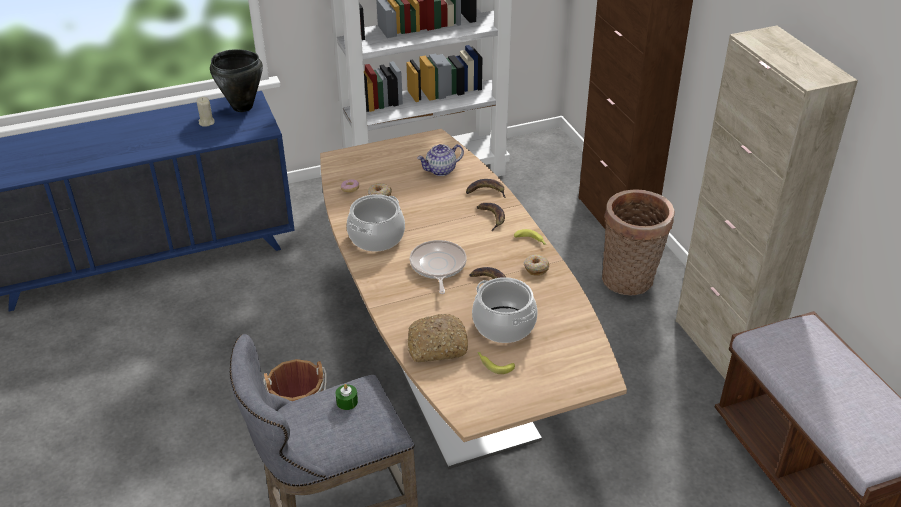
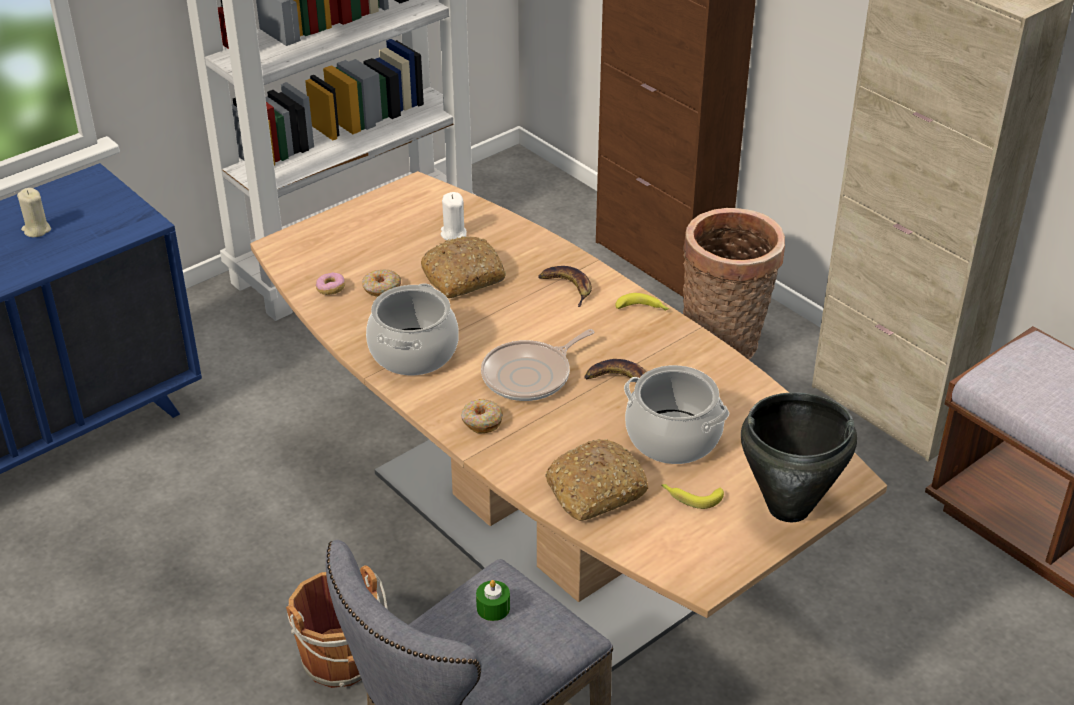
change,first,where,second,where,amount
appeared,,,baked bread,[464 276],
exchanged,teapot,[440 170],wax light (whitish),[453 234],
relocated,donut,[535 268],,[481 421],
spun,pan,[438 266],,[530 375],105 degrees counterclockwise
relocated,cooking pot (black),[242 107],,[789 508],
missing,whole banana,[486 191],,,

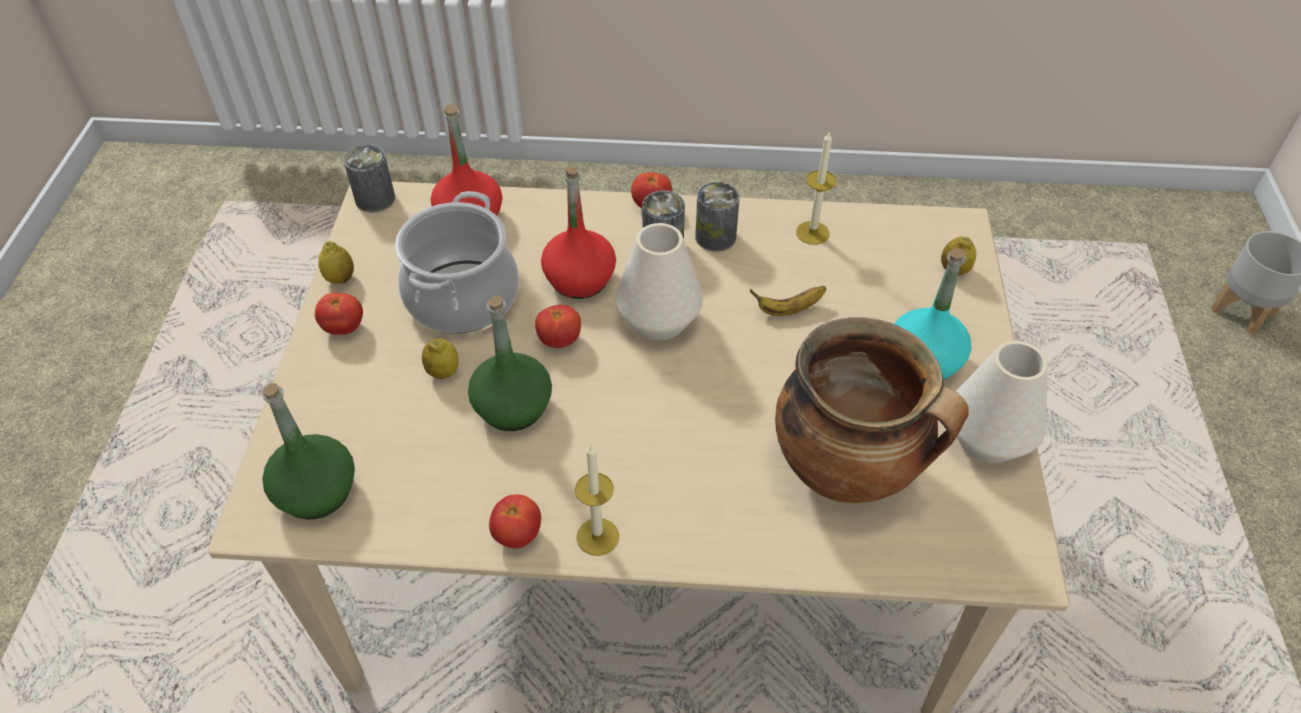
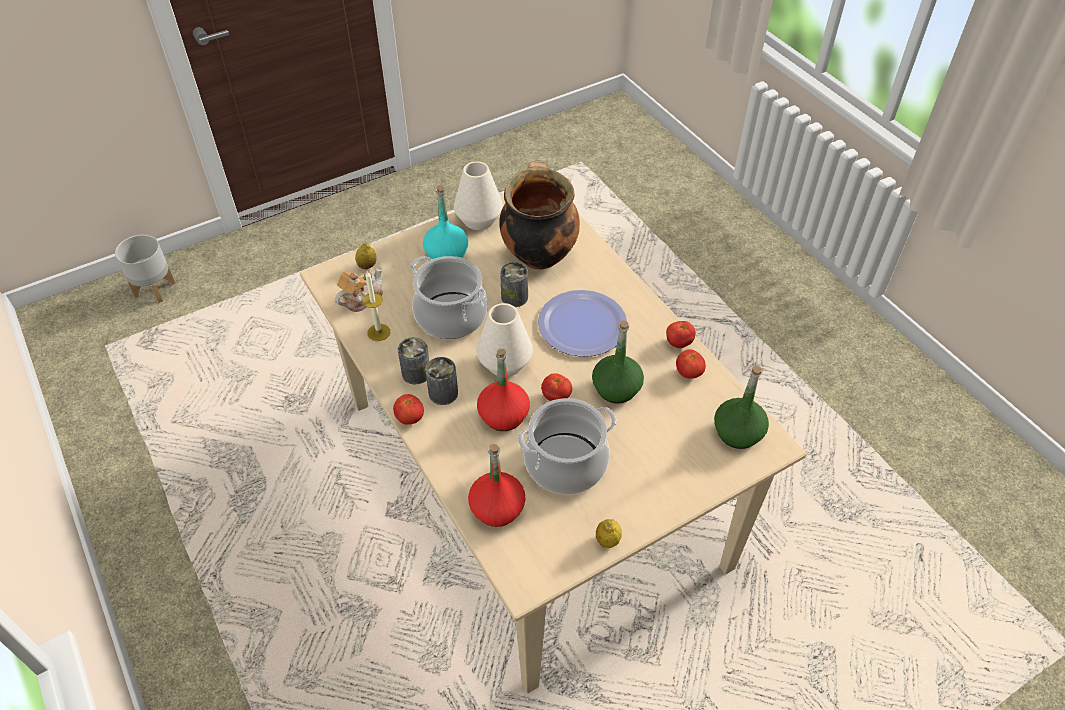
change,first,where,second,where,amount
appeared,,,teapot,[361 299],
exchanged,whole banana,[788 309],cooking pot,[451 316],
relocated,sealed can,[375 199],,[514 297],
appeared,,,flat dish,[582 324],
relocated,tomato,[344 328],,[688 373],
missing,whole lemon,[443 372],,,
missing,wax light,[597 536],,,

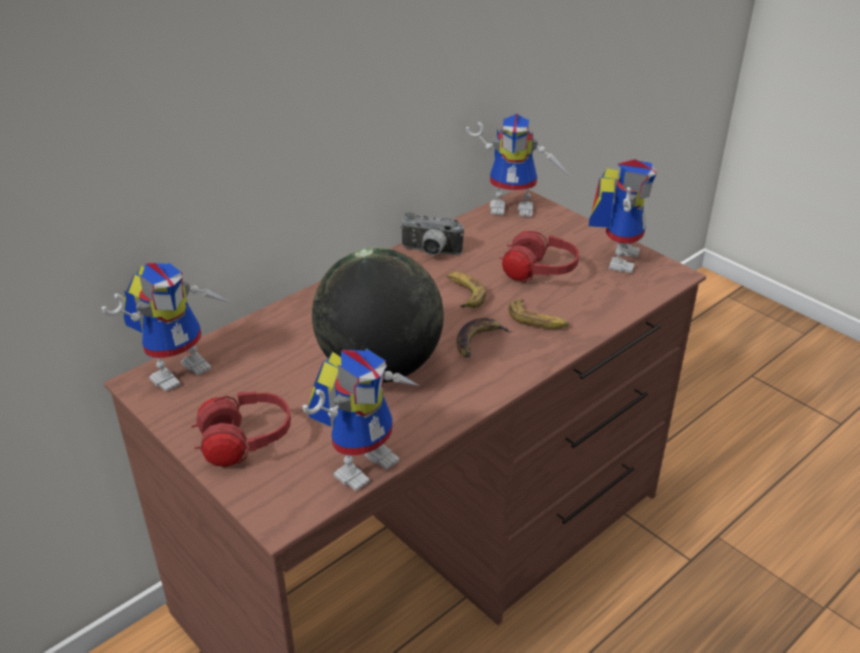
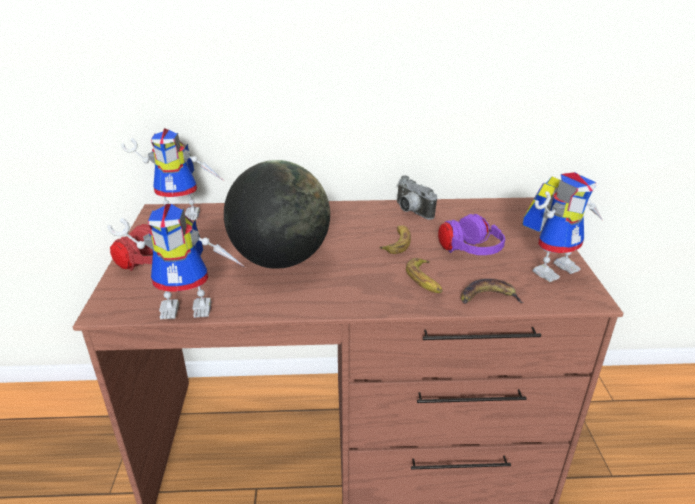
change,first,where,second,where,amount
colour,pair of headphones (red),[538 274],pair of headphones (purple-coloured),[469 253],
relocated,whole banana,[479 341],,[487 297],
missing,robot figure,[515 207],,,

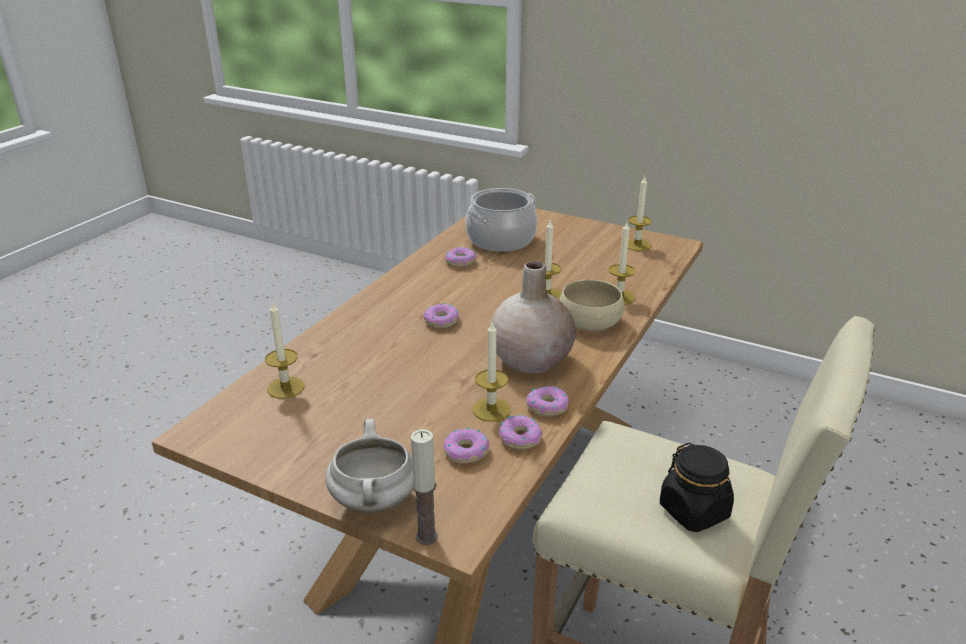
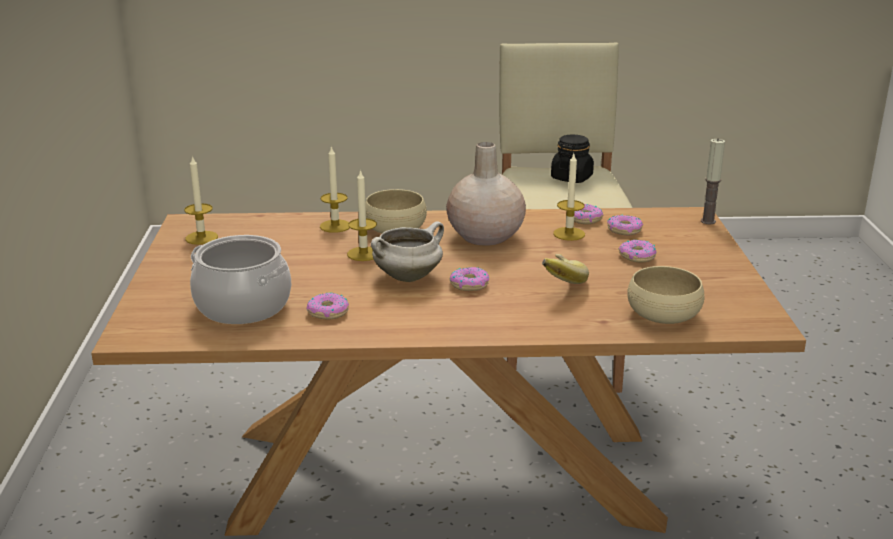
change,first,where,second,where,amount
relocated,cooking pot (whitish),[375 501],,[408 276],
appeared,,,whole banana,[558 283],
relocated,donut,[547 406],,[637 256],
exchanged,wax light,[285 387],bowl (beige),[663 314],

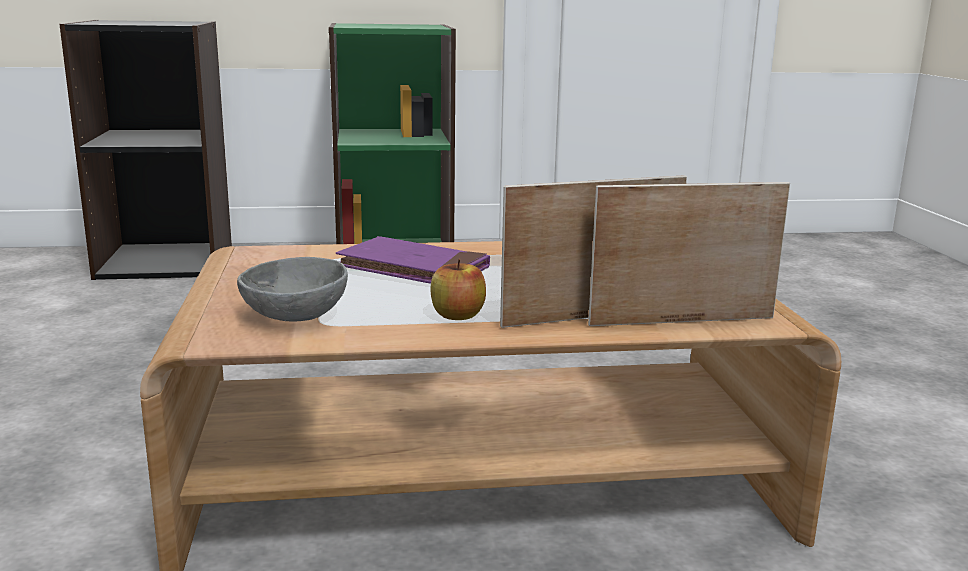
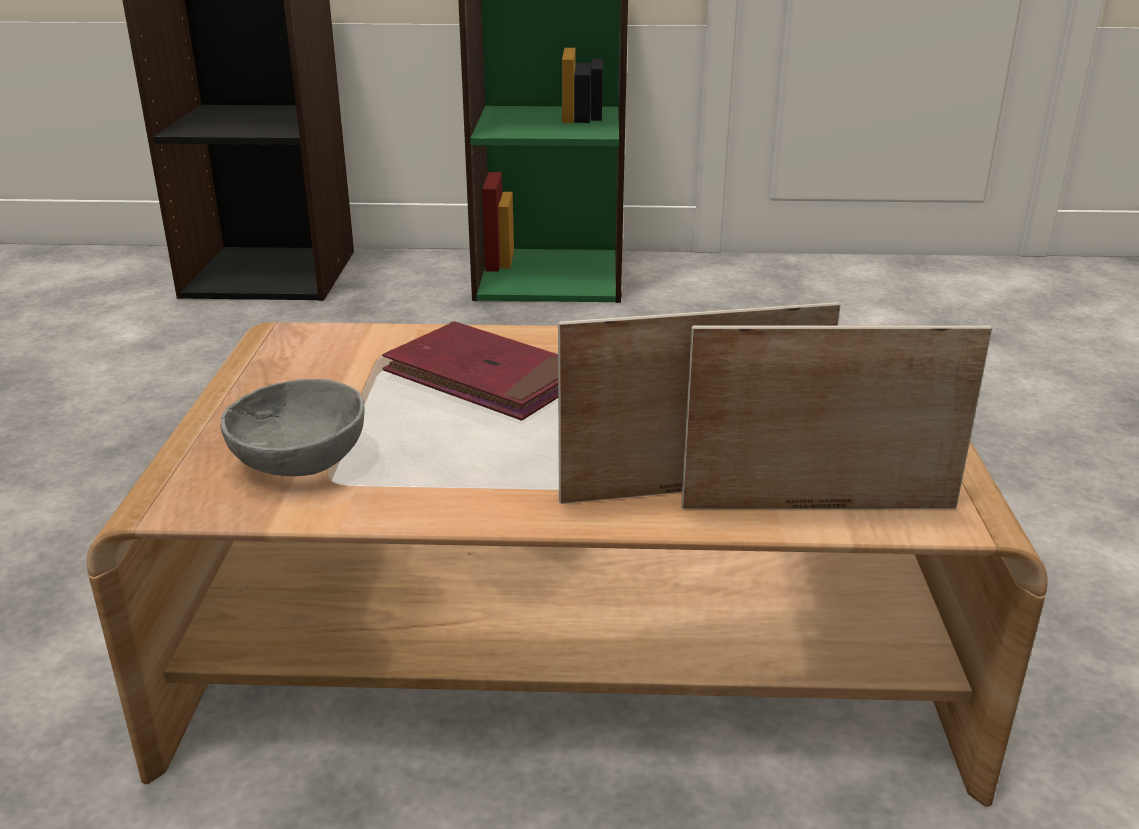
change,first,where,second,where,amount
colour,book (purple-coloured),[413 269],book (red),[486 378],
missing,apple fruit,[458 315],,,

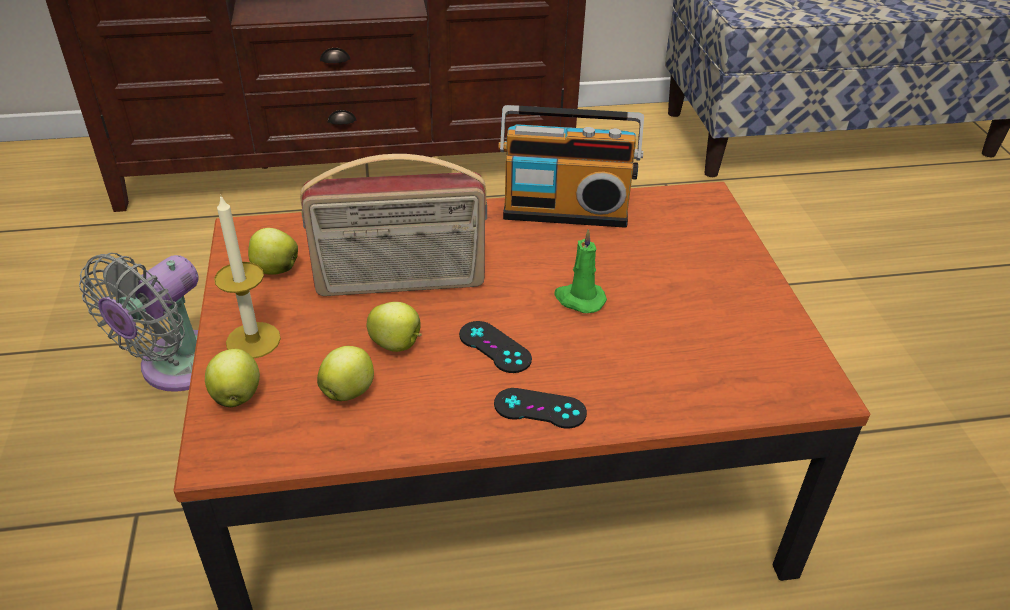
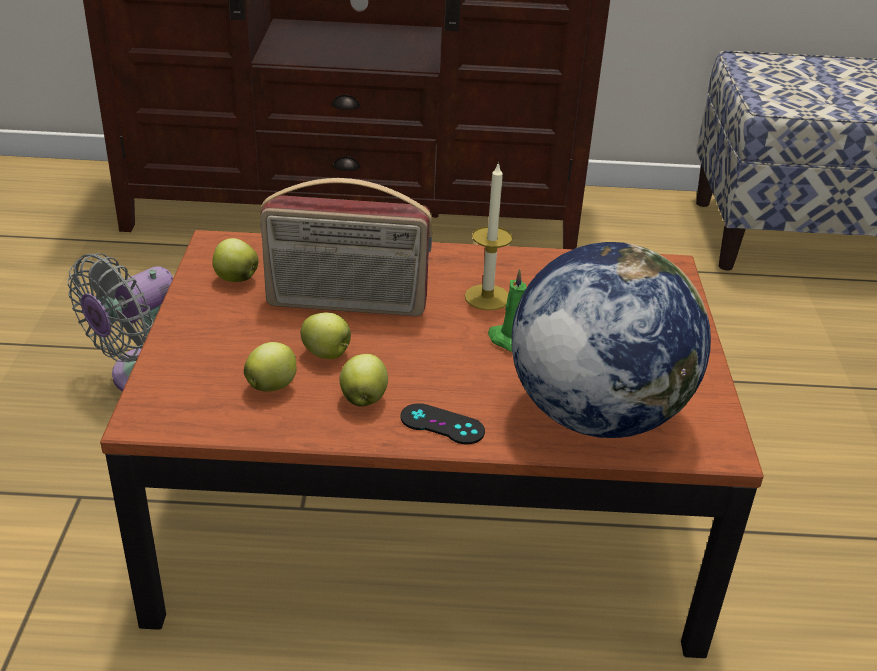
change,first,where,second,where,amount
relocated,apple fruit,[237 396],,[363 399],
relocated,wax light,[253 340],,[487 297],
appeared,,,globe,[596 414],
missing,joypad (black),[495 347],,,
missing,radio receiver,[565 210],,,

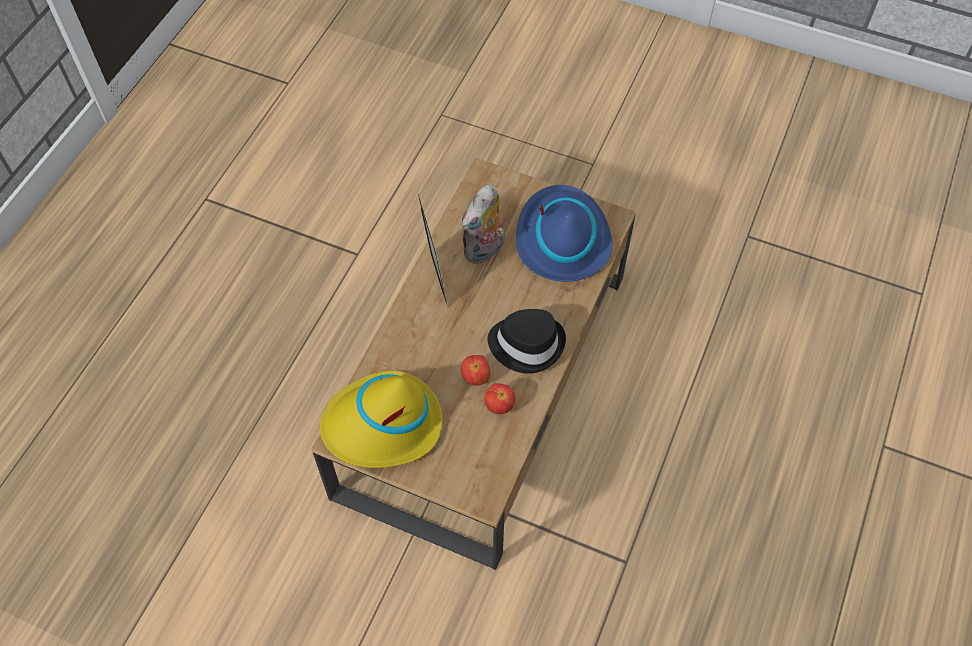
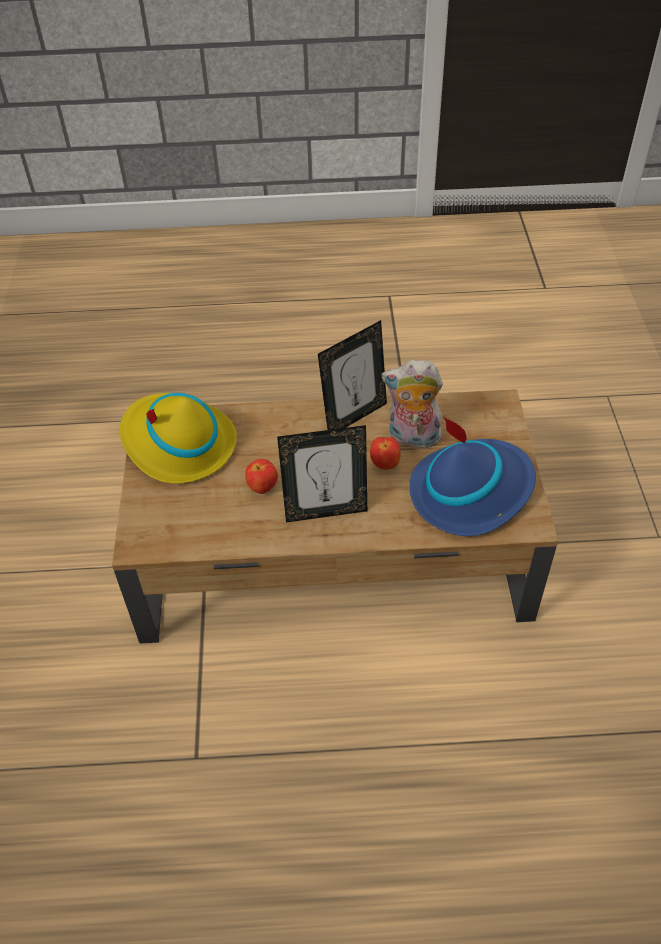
change,first,where,second,where,amount
exchanged,hat (black),[527 343],photo frame,[325 511],
relocated,apple fruit,[499 406],,[385 464],

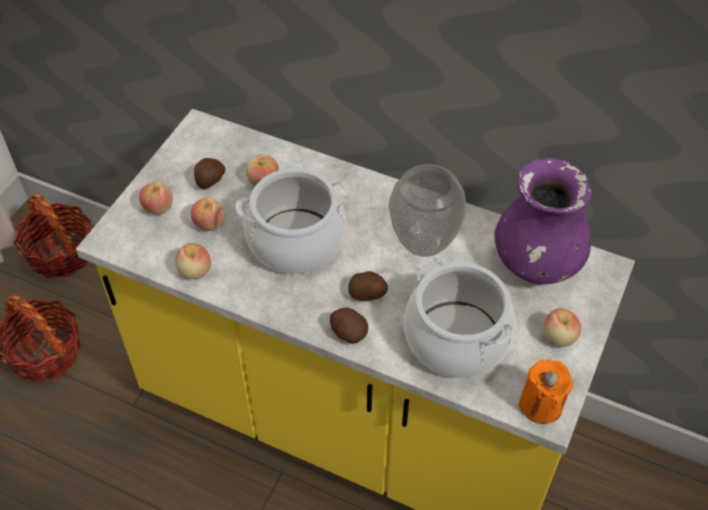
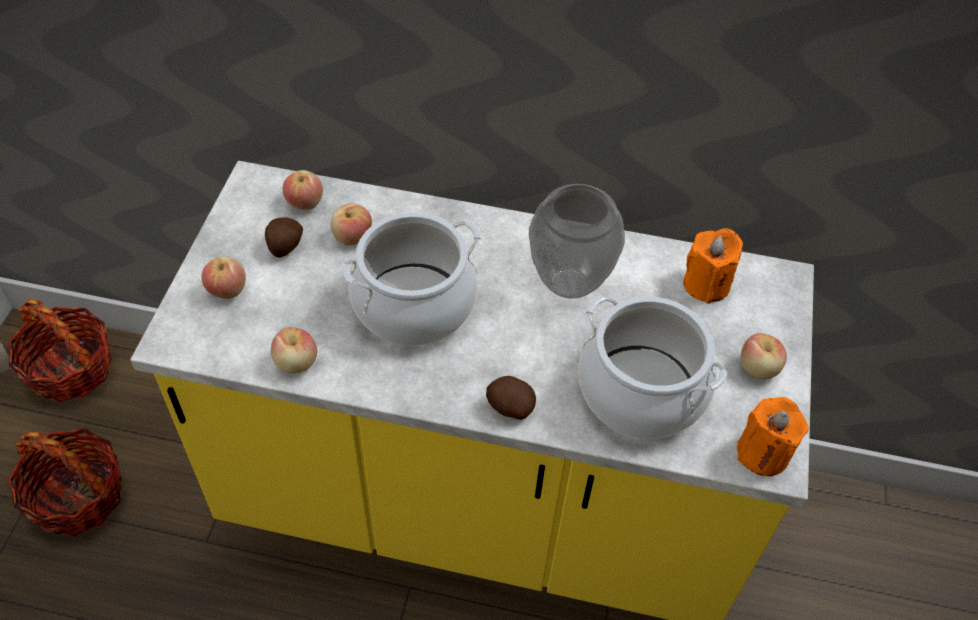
change,first,where,second,where,amount
relocated,apple fruit,[209 224],,[304 202],
exchanged,vase (purple-coloured),[537 262],wax light (orange),[706 284],
missing,spud,[368 294],,,

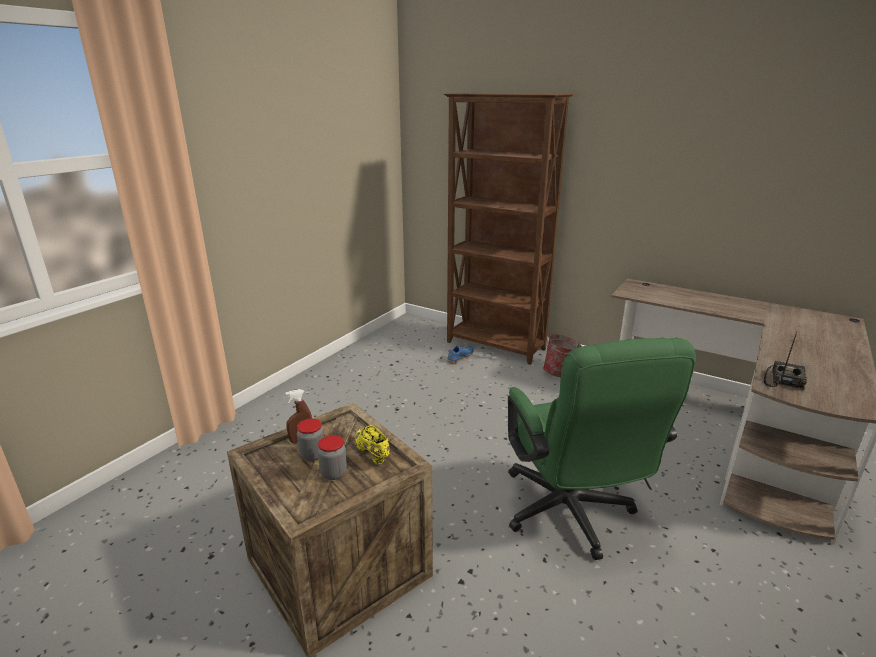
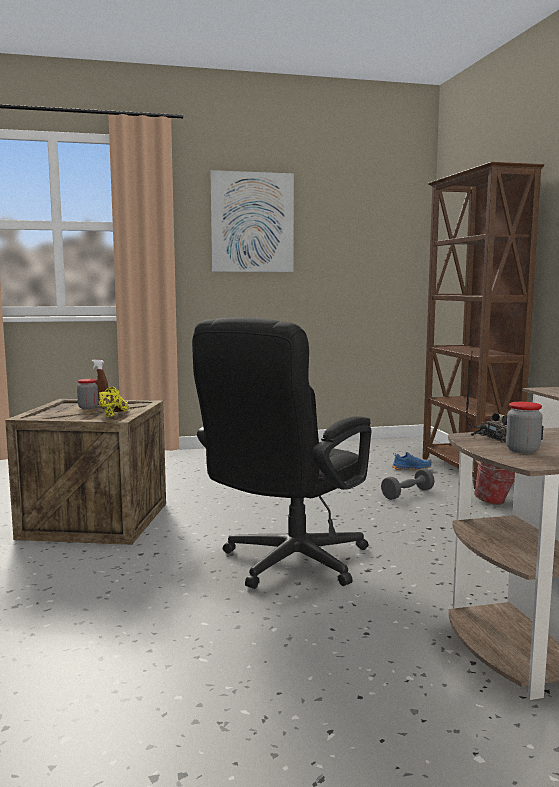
change,first,where,second,where,amount
colour,office chair (greenish),[571 516],office chair (black),[286 565],
appeared,,,wall picture,[252 222],
appeared,,,dumbbell (gray),[407 494],
relocated,preserve jar,[334 473],,[522 450],

